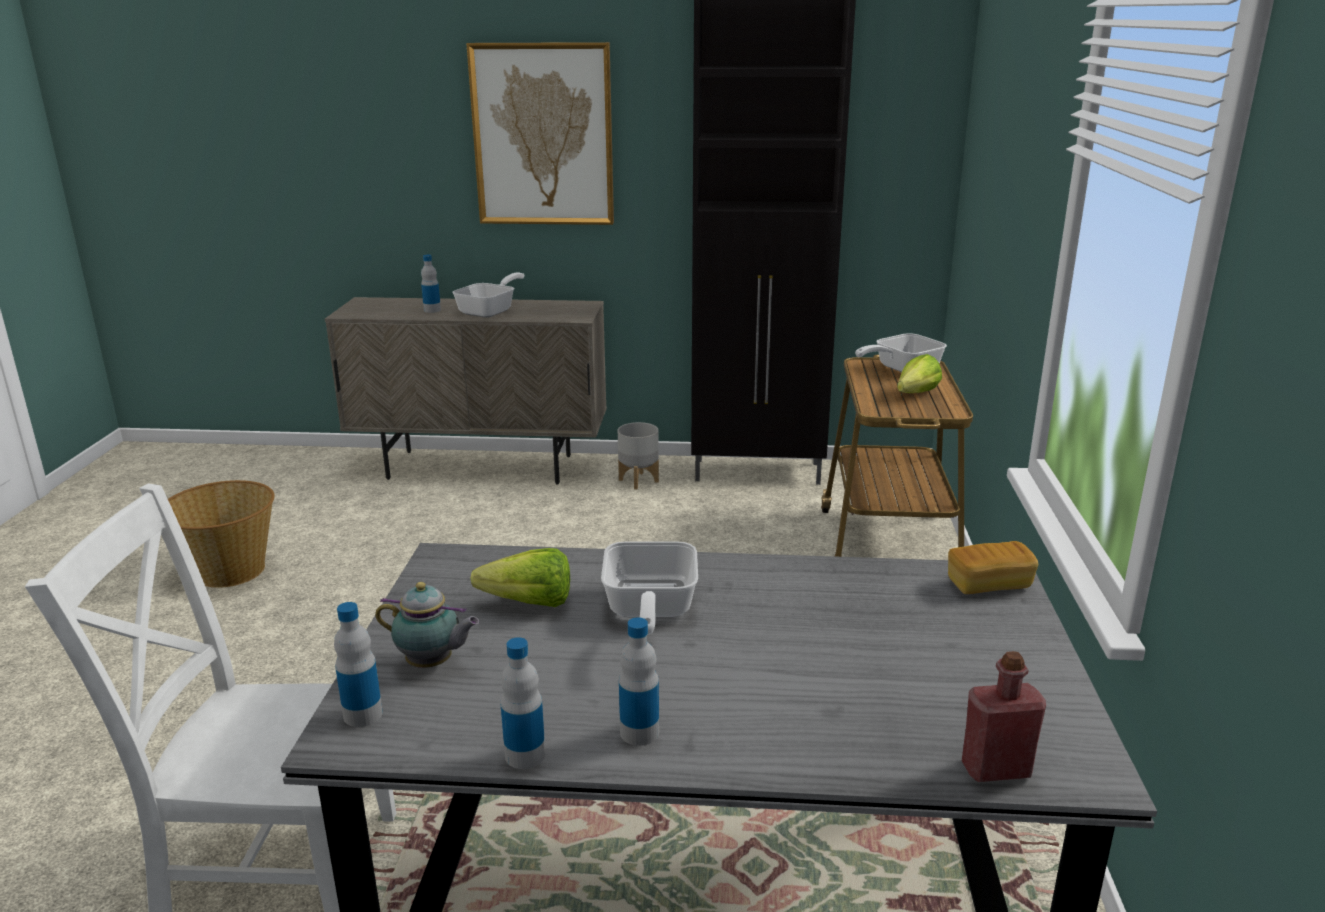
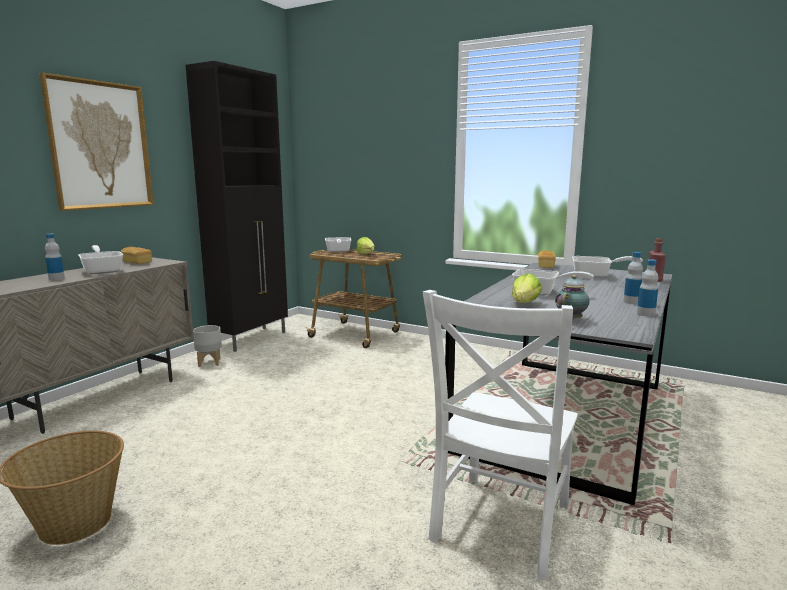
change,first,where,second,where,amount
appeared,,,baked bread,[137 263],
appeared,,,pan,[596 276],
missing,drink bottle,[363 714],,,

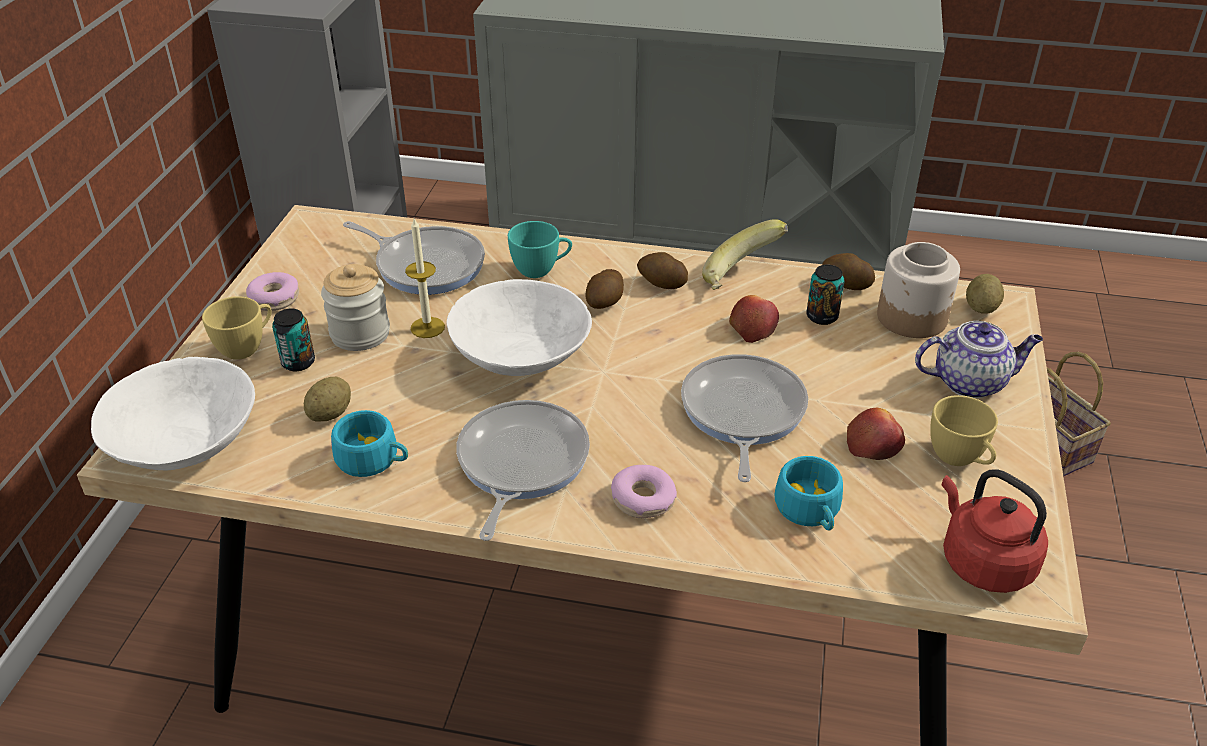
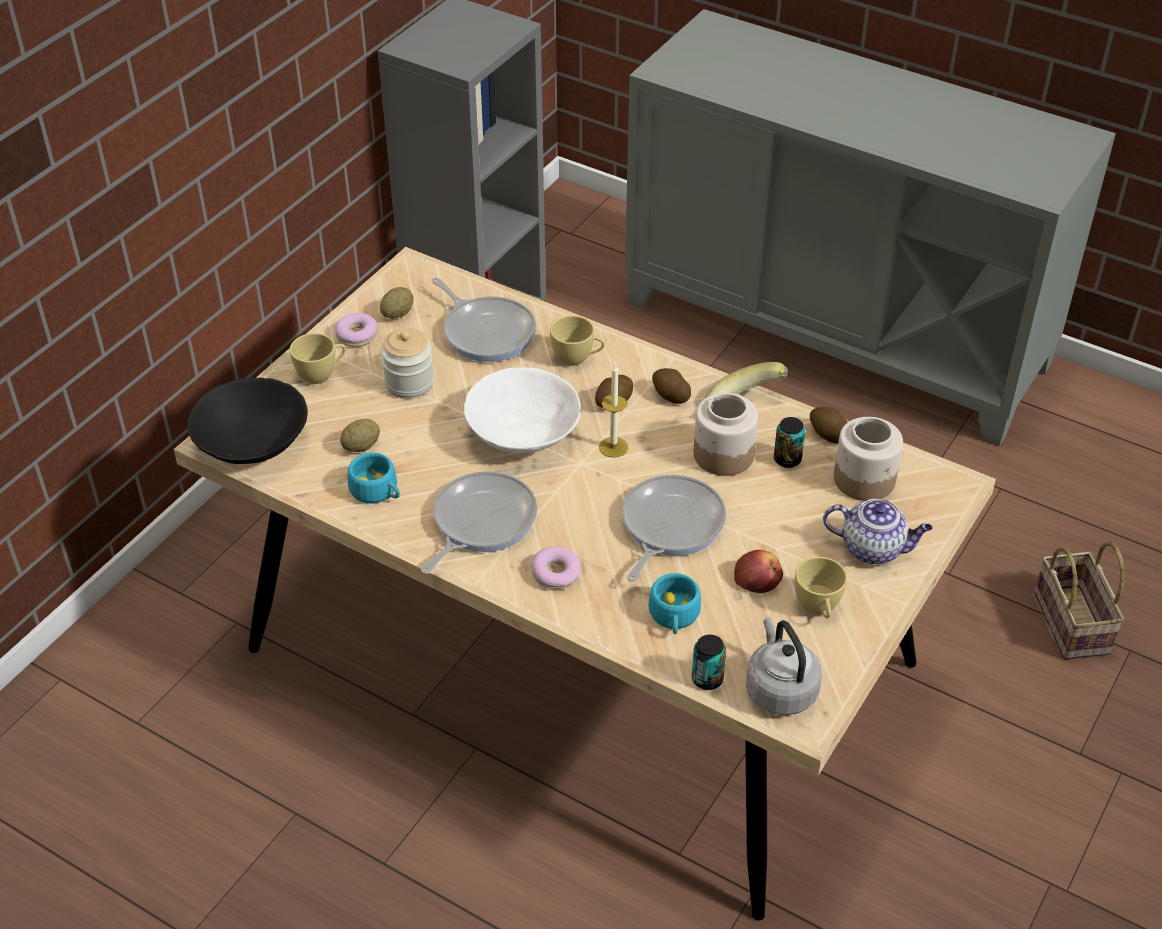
change,first,where,second,where,amount
colour,bowl (whitish),[186 444],bowl (black),[252 445],
relocated,spud,[981 308],,[397 314],
colour,drinking cup (blue-green),[541 270],drinking cup (yellow-coloured),[577 358],
relocated,wax light,[427 327],,[613 447],
relocated,sealed can,[298 362],,[707 679],
exchanged,apple fruit,[752 327],preserve jar,[723 454],
colour,water kettle (red),[982 561],water kettle (gray),[779 689],

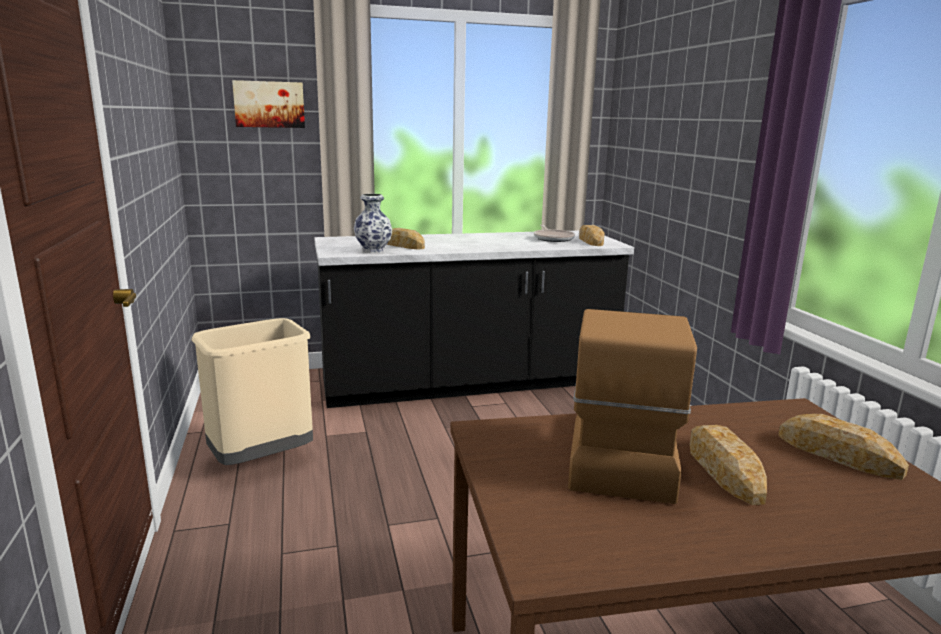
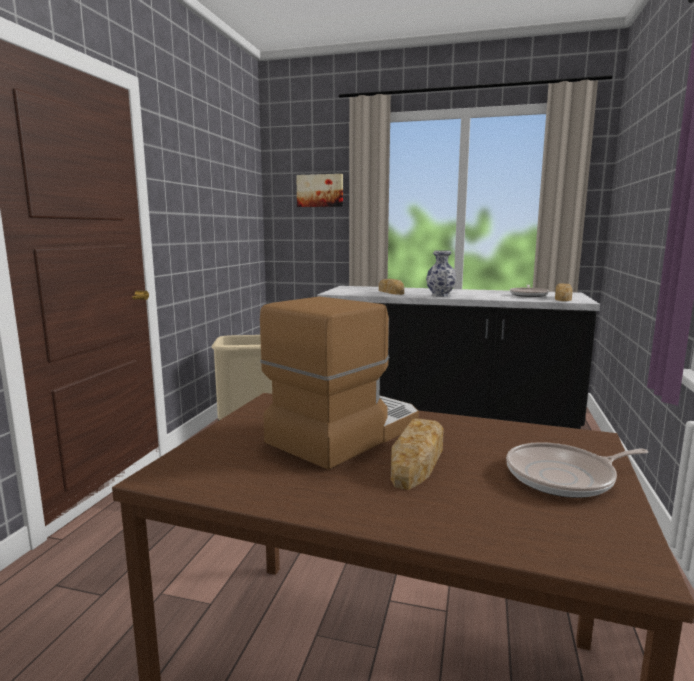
change,first,where,second,where,amount
relocated,vase,[374 251],,[441 295],
exchanged,baked bread,[838 454],pan,[564 477],

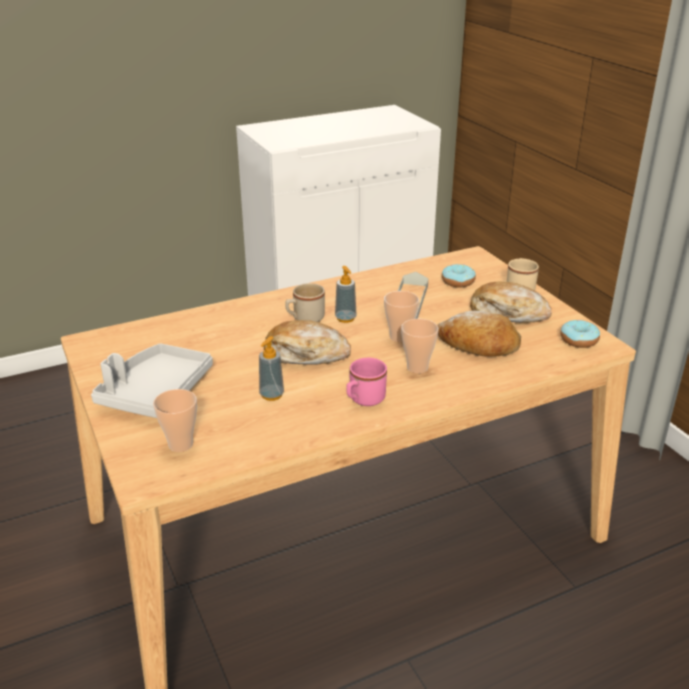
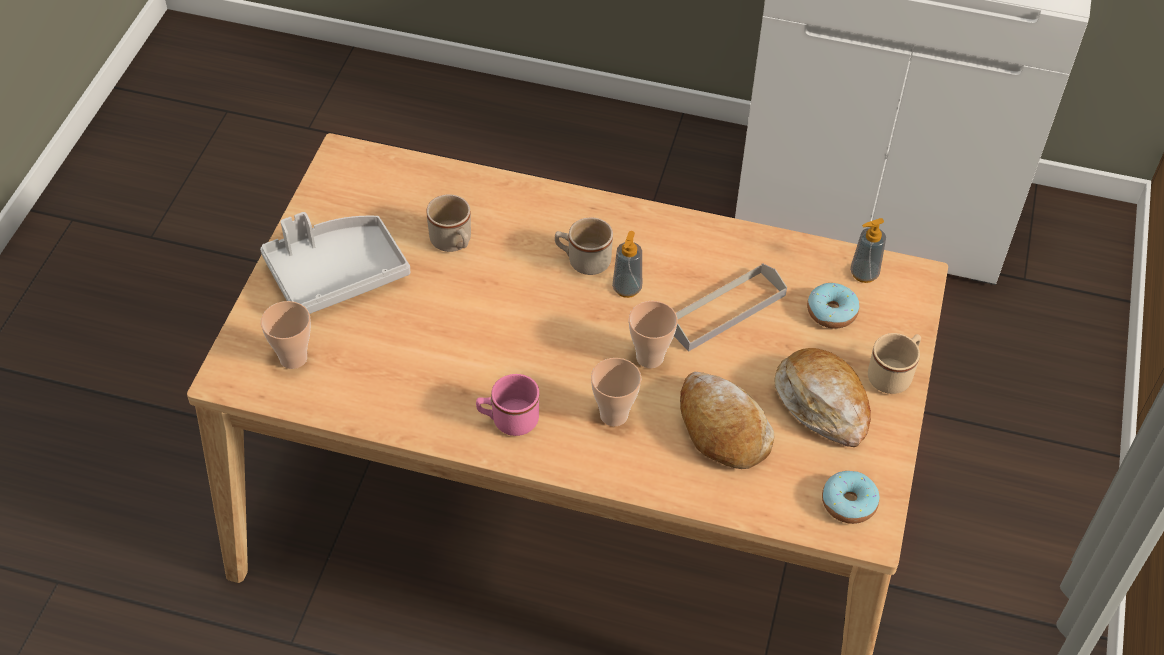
change,first,where,second,where,amount
appeared,,,mug (beige),[453 243],
relocated,liquid soap bottle,[271 395],,[864 273],
missing,baked bread,[305 354],,,

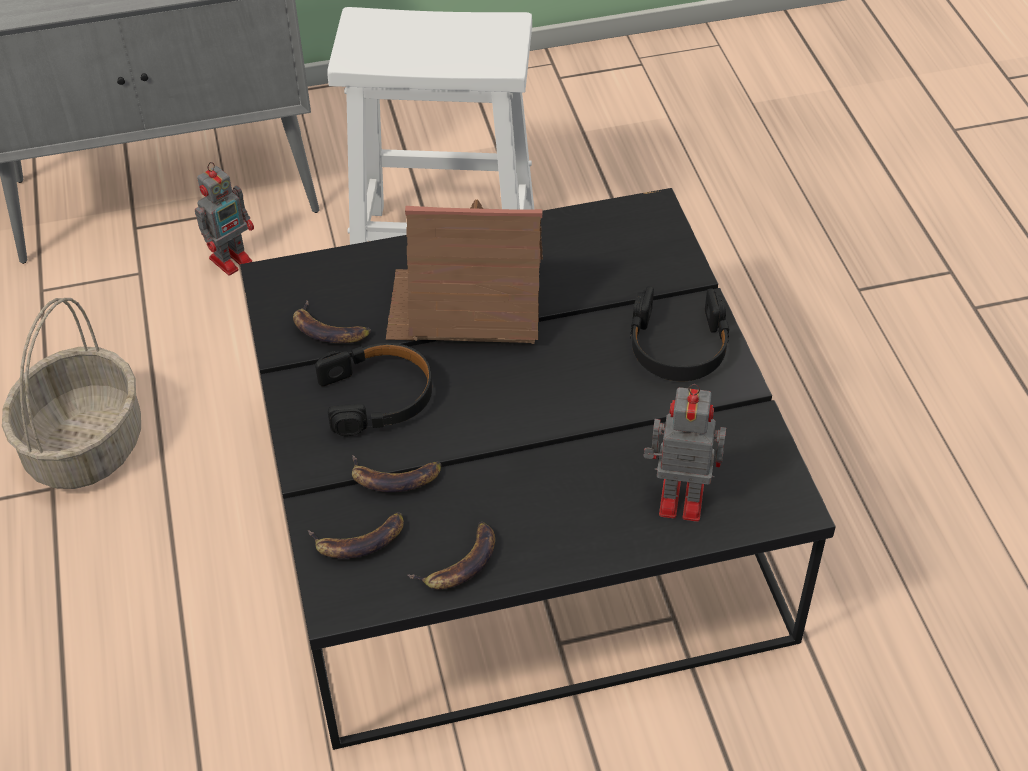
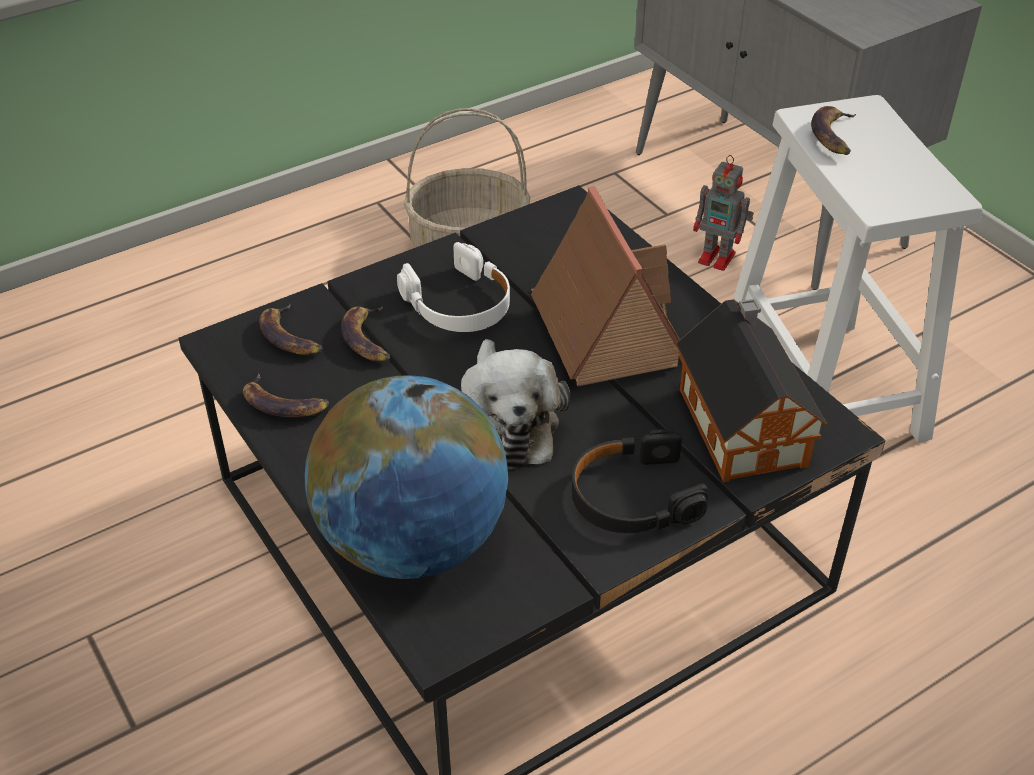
change,first,where,second,where,amount
exchanged,robot figure,[678 499],globe,[412 542],
colour,pair of headphones (black),[378 396],pair of headphones (whitish),[459 304],
appeared,,,cuddly toy,[504 423],
appeared,,,miniature house,[741 422],
relocated,whole banana,[329 330],,[833 136],

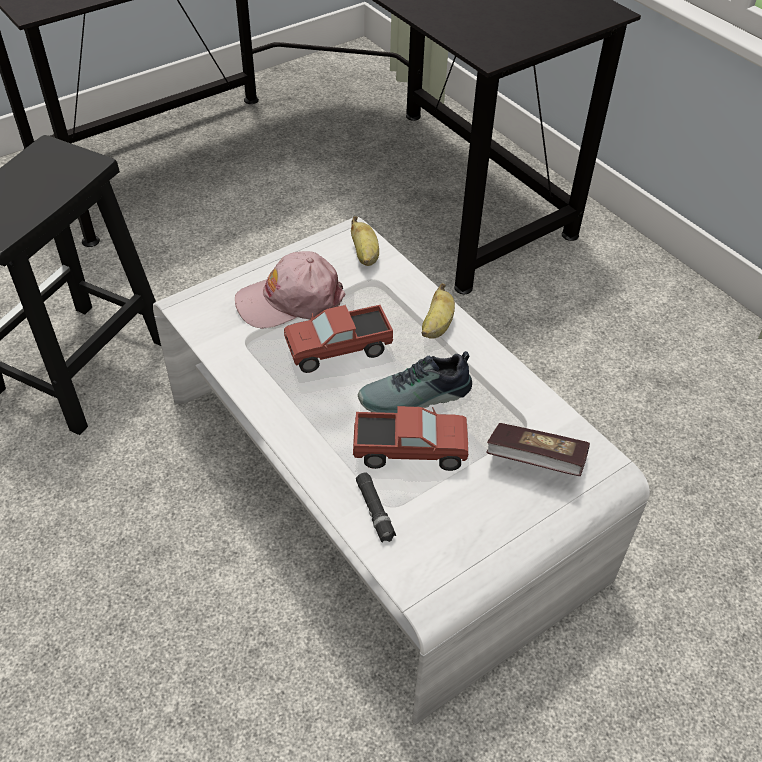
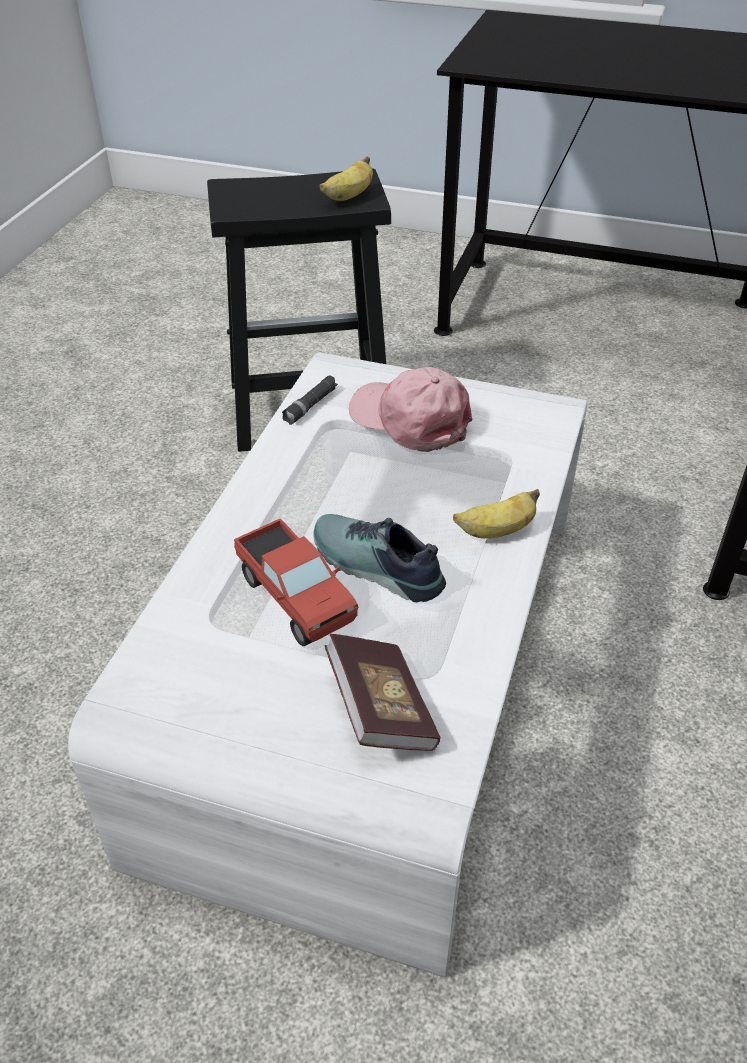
change,first,where,second,where,amount
relocated,hand torch (black),[375 511],,[310 406],
relocated,whole banana,[365 255],,[348 196],
missing,toy truck,[339 350],,,

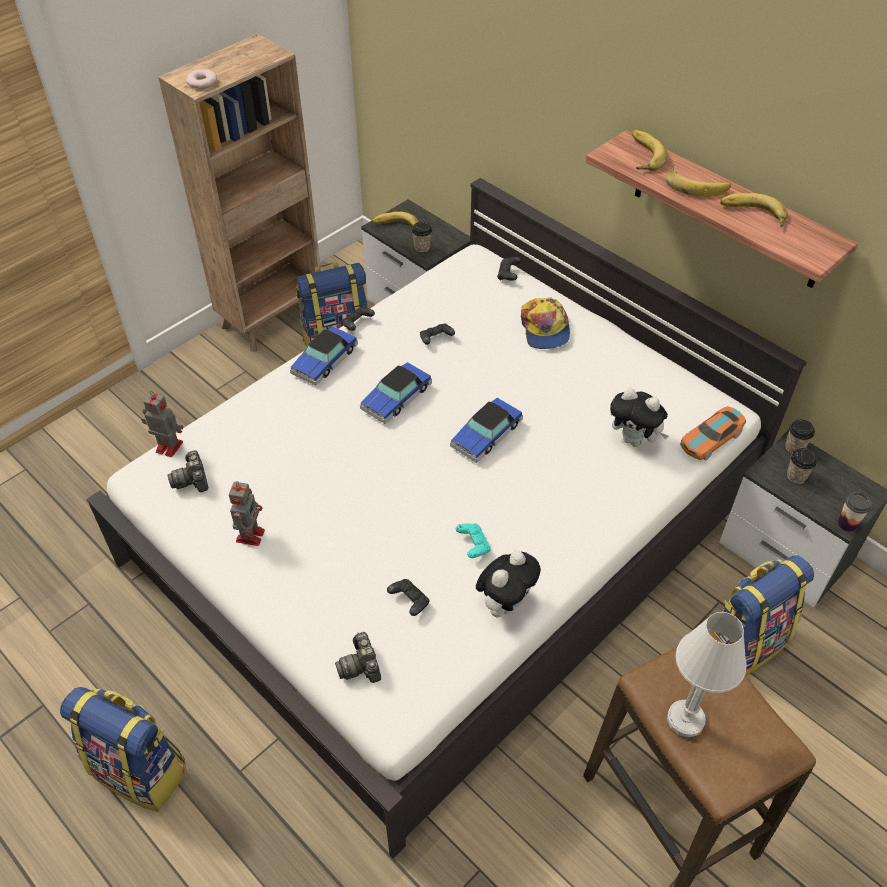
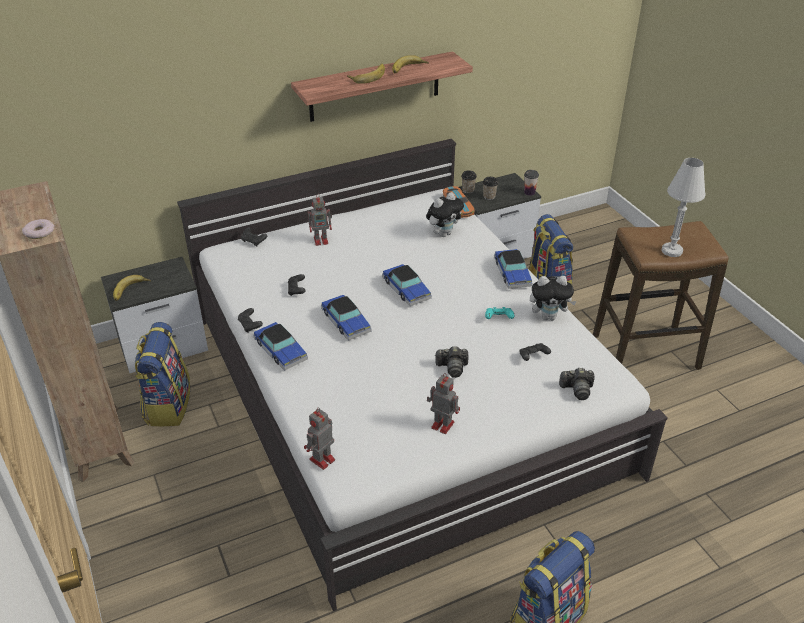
change,first,where,second,where,amount
exchanged,baseball cap,[544 329],robot figure,[322 240],
relocated,photo camera,[192 480],,[452 368],
appeared,,,miniature car,[512 273],
spun,cuddly toy,[505 603],,[549 316],120 degrees clockwise
missing,drinking cup,[422 247],,,
missing,whole banana,[641 155],,,

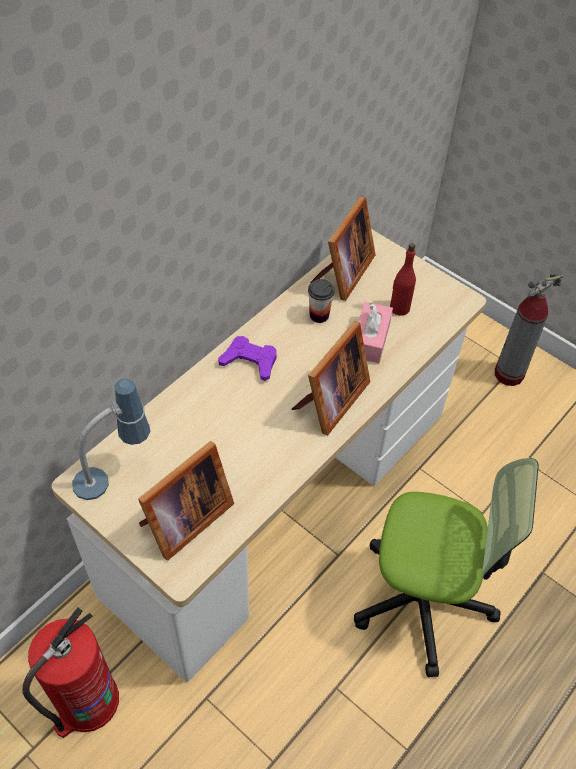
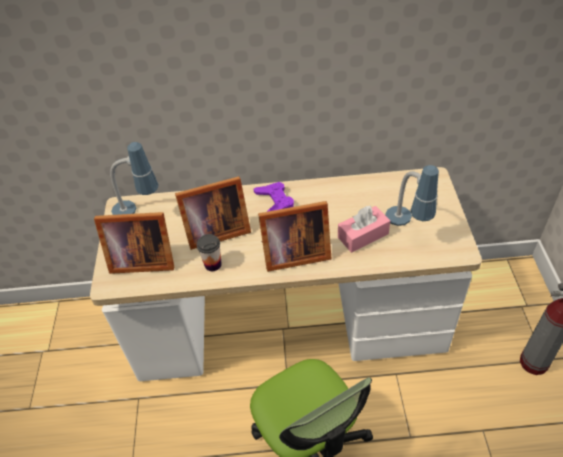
change,first,where,second,where,amount
relocated,photo frame,[342 274],,[214 231],
relocated,drinking cup,[319 315],,[213 264],
exchanged,drink bottle (red),[399 308],table lamp,[407 229],
missing,extinguisher,[86 702],,,

